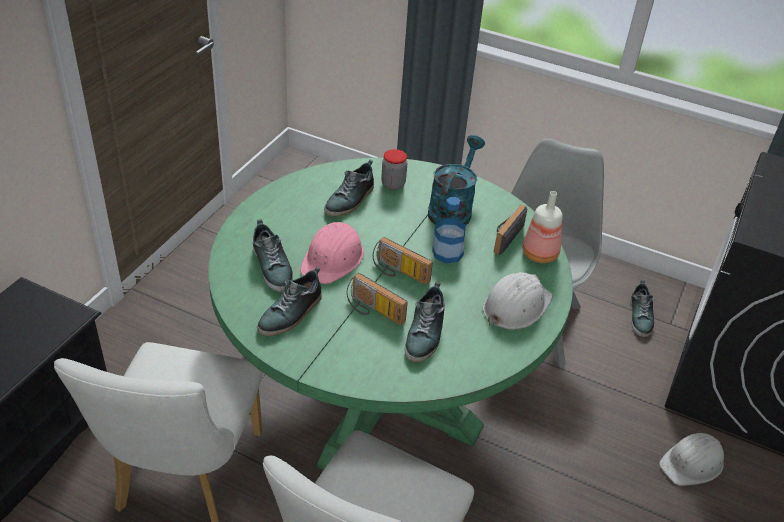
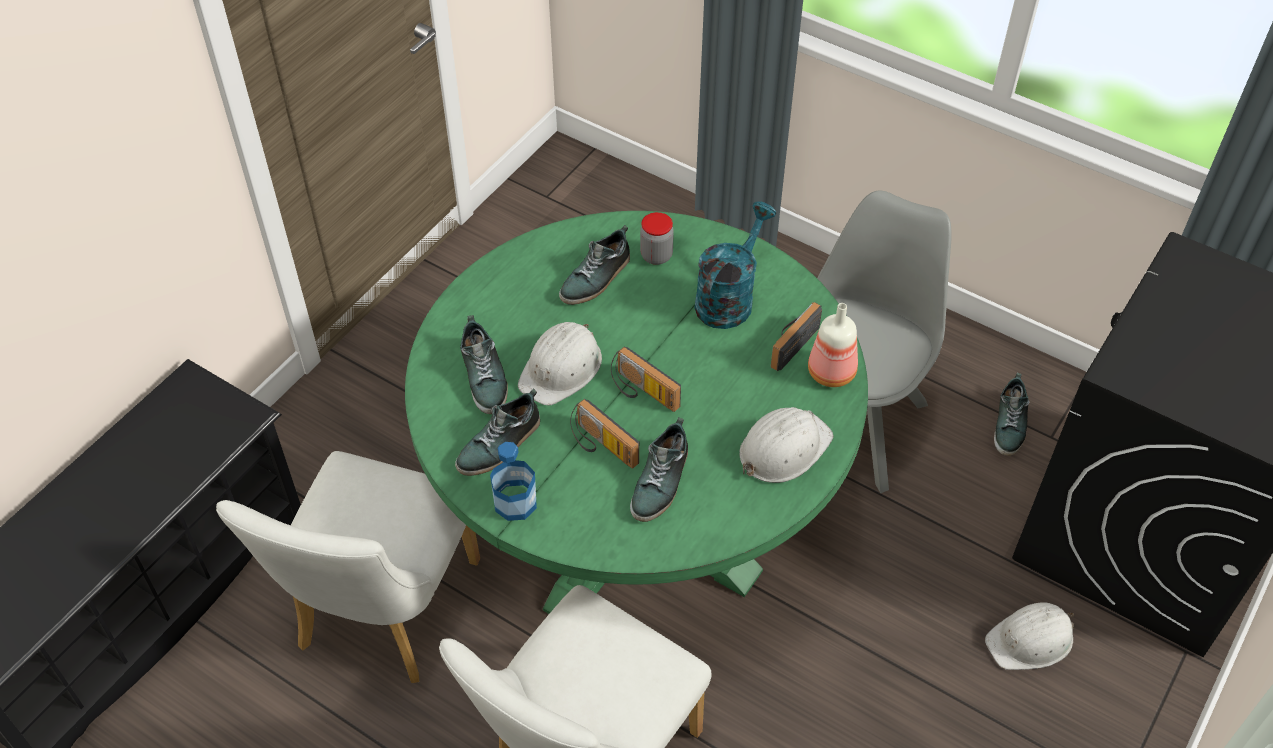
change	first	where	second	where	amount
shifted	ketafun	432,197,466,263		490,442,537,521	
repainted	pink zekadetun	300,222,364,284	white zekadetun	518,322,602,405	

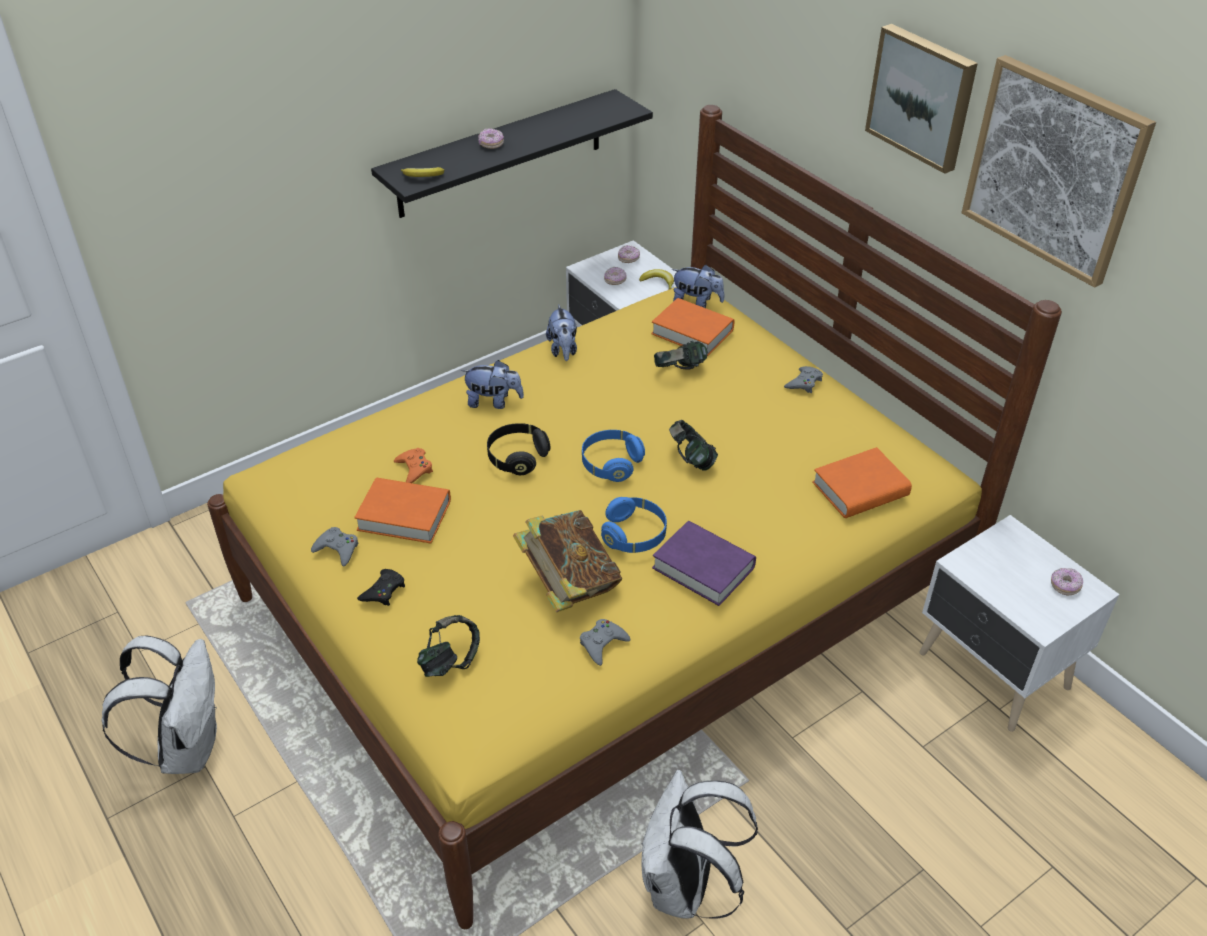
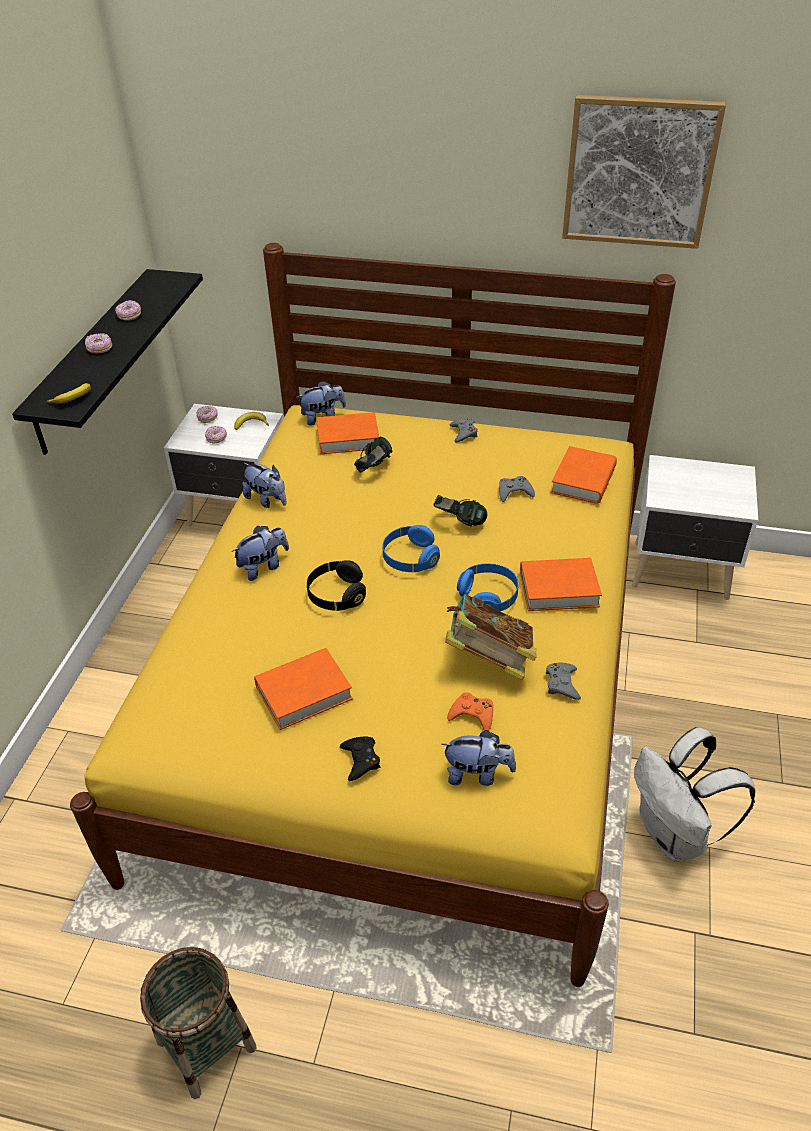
change	first	where	second	where	amount
gone	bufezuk	865,24,978,174			
shifted	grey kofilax	311,527,358,567		499,476,535,502	
shifted	orange kofilax	394,448,433,483		447,692,493,731	
shifted	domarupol	1051,568,1083,595		115,300,141,321	
swapped	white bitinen	101,635,217,774	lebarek	140,947,257,1099	
swapped	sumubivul	417,615,480,677	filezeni	441,730,516,786	
repainted	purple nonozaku	652,521,756,606	orange nonozaku	520,558,602,611	

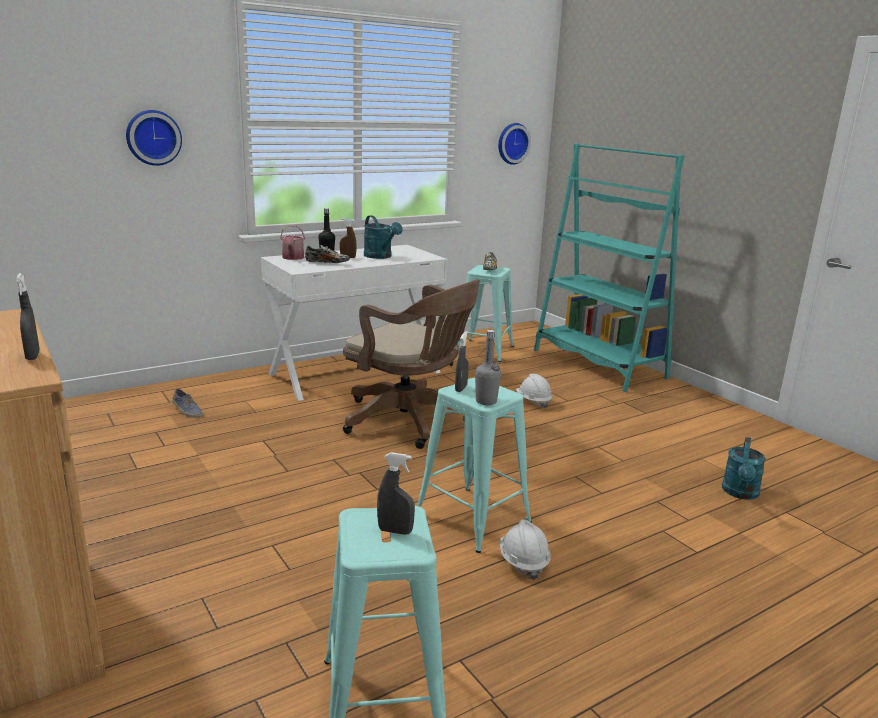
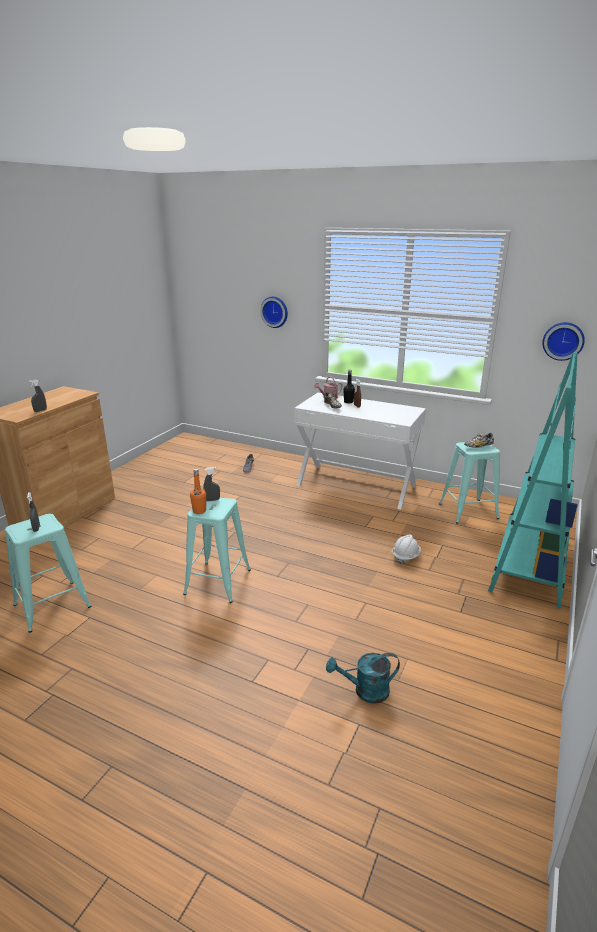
change	first	where	second	where	amount
gone	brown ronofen	343,280,480,449			
gone	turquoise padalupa	364,215,403,259			
gone	white zekadetun	500,519,551,580			
repainted	grey ketafun	475,330,501,405	orange ketafun	190,469,206,514	

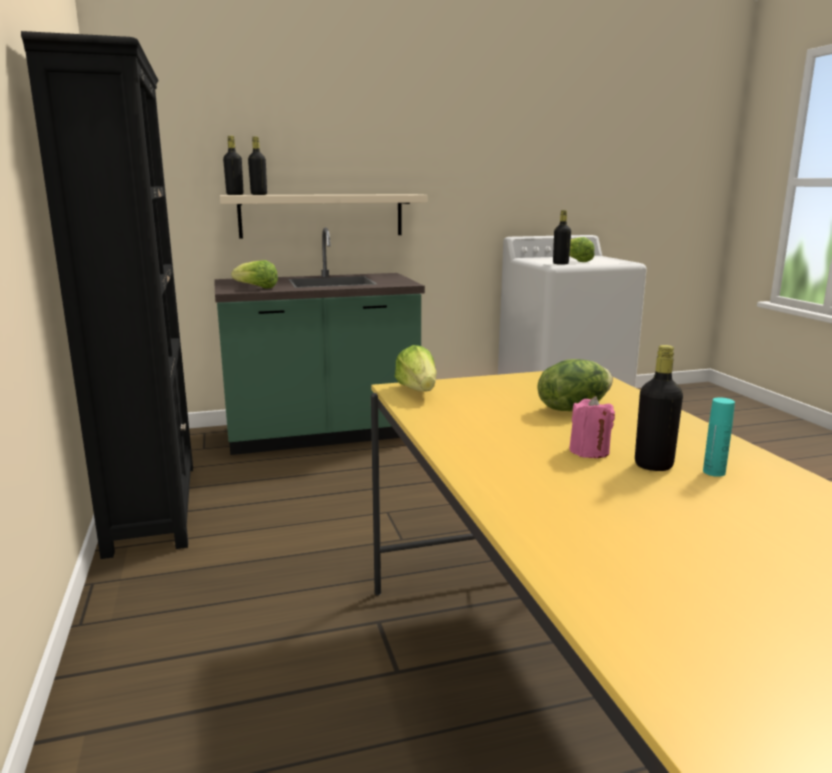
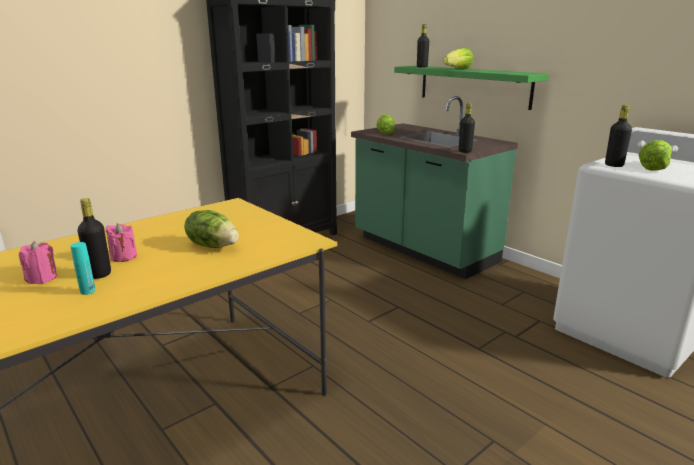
change	first	where	second	where	amount
new			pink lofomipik	19,241,57,284	
shifted	black ketafun	223,136,244,195		459,103,475,153	
shifted	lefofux	395,345,437,392		443,48,473,69	
repainted	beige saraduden	220,194,427,239	green saraduden	394,66,549,110	

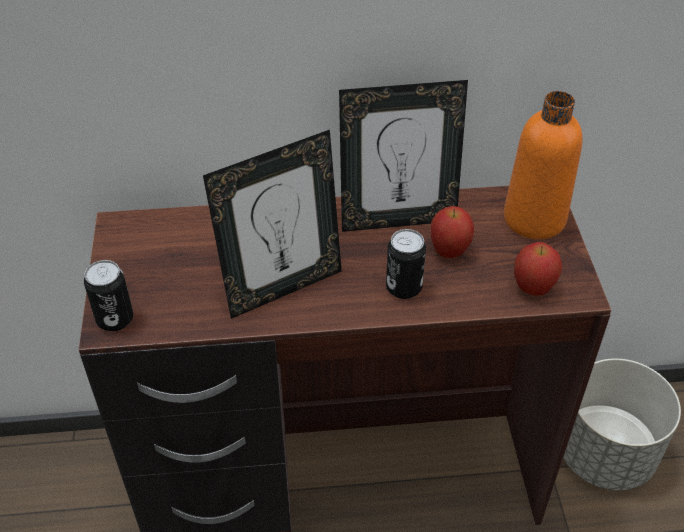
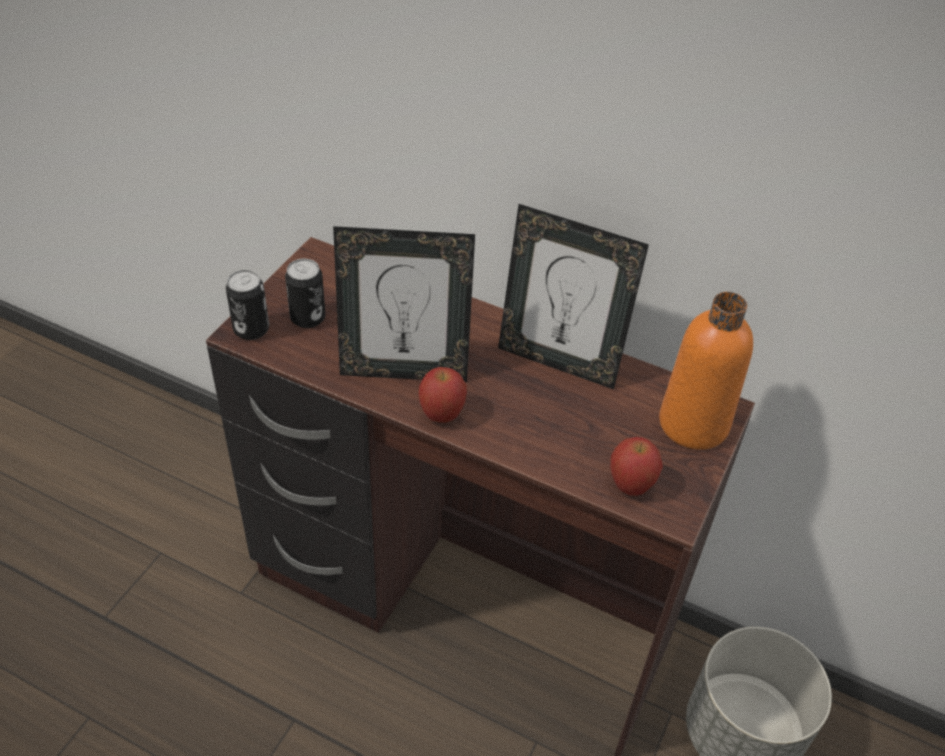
change	first	where	second	where	amount
shifted	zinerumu	386,229,426,299		285,259,326,328	
shifted	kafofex	431,206,474,258		419,367,467,422	

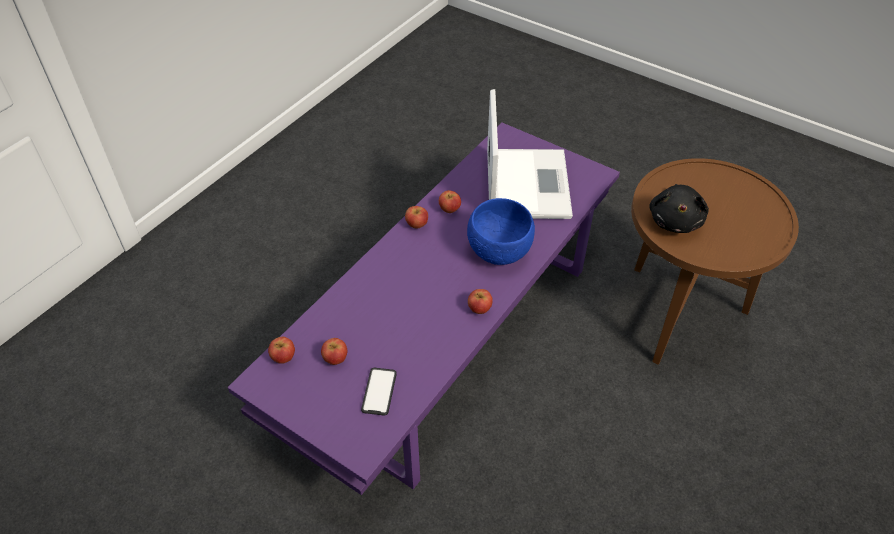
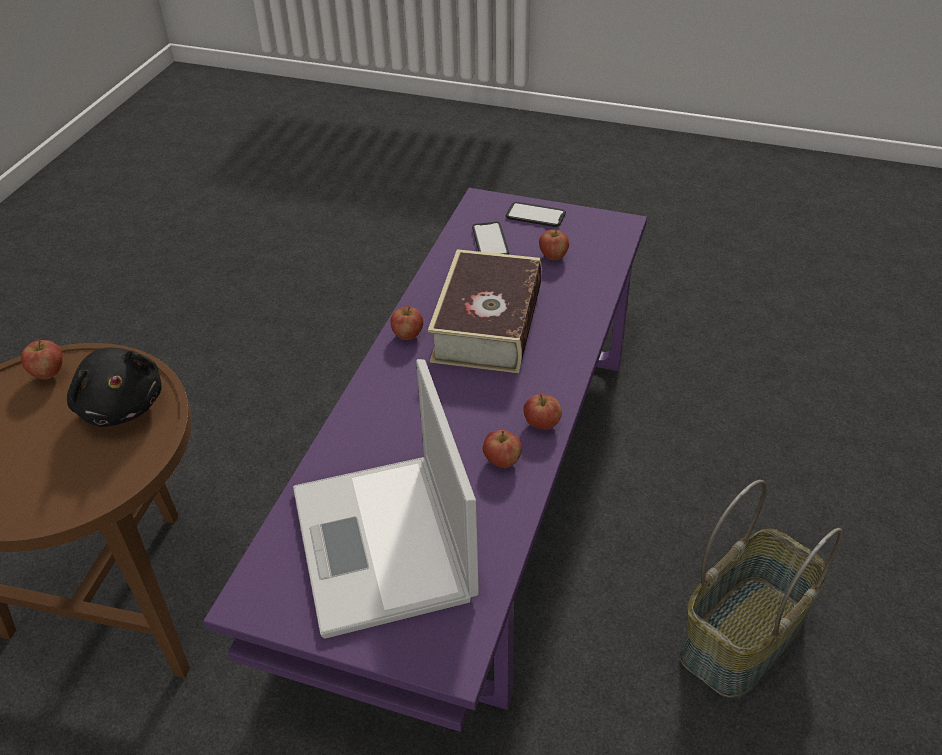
change	first	where	second	where	amount
gone	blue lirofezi	467,198,535,265			
new			nonozaku	428,249,542,373	
new			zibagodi	506,202,566,227	
new			lebarek	679,480,843,698	
shifted	kafofex	268,337,295,364		21,339,63,379	
rotated	black filezeni	649,184,709,233		67,347,162,427	150 degrees clockwise

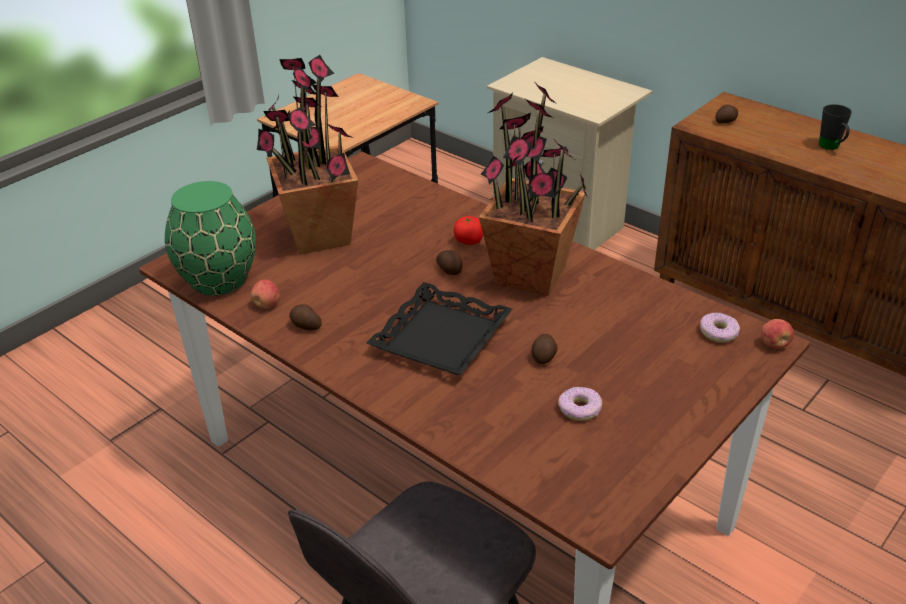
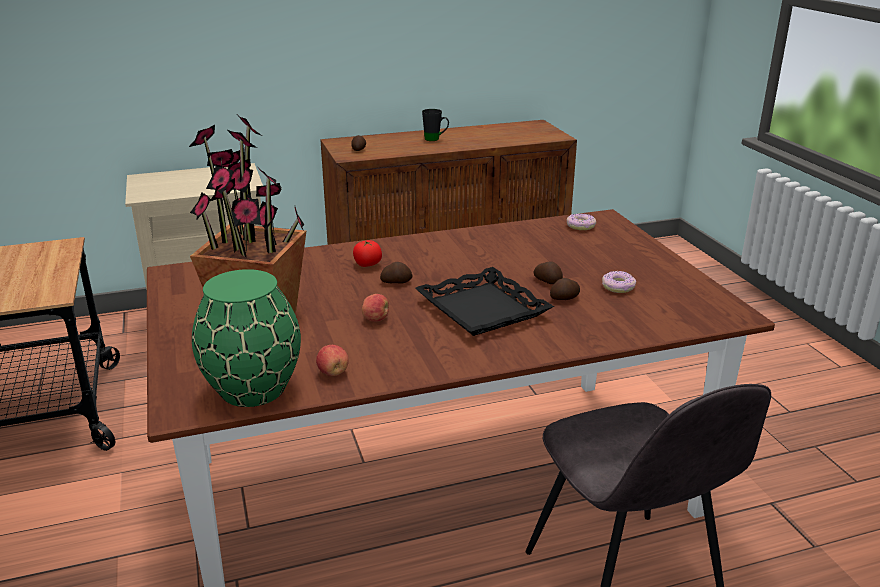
change	first	where	second	where	amount
gone	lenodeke	479,81,588,296			
shifted	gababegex	289,304,322,331		550,278,580,300	
shifted	kafofex	761,319,794,349		362,294,389,321	

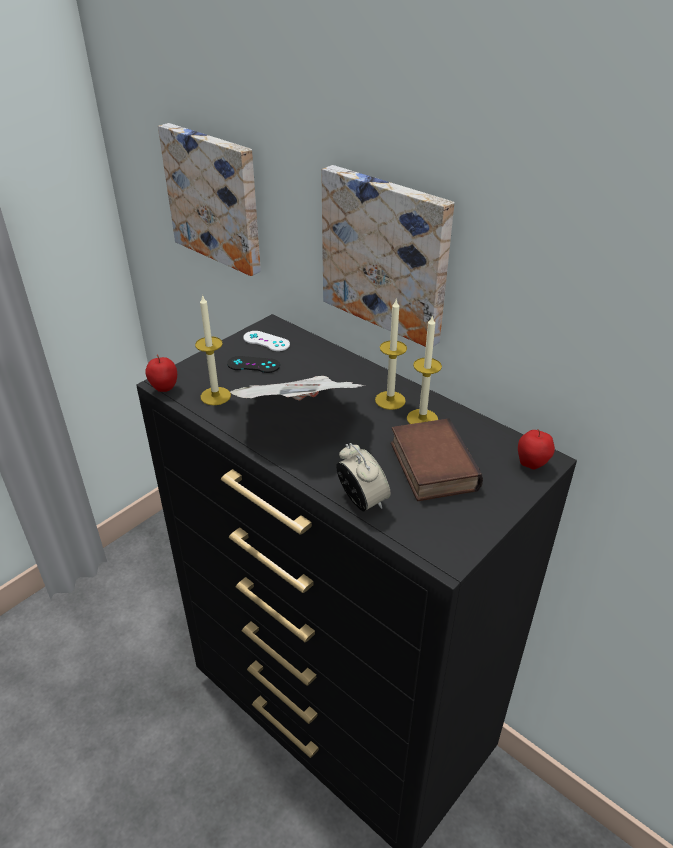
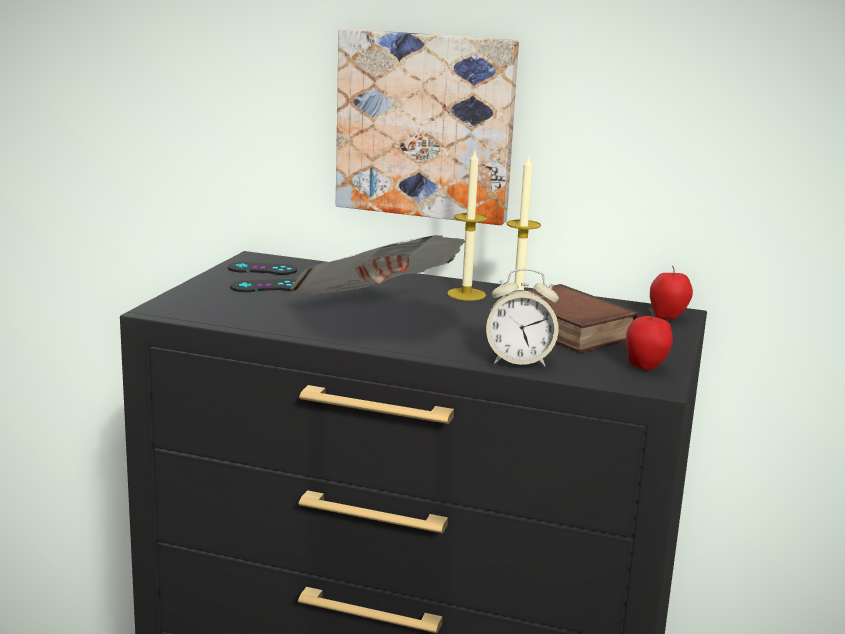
change	first	where	second	where	amount
gone	bufezuk	158,123,261,276			
gone	lofomipik	195,294,231,405			
shifted	kafofex	145,355,177,392		626,308,673,370	
repainted	white kofilax	243,331,290,351	black kofilax	228,262,297,275	
rotated	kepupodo	336,443,391,511		486,269,559,367	150 degrees clockwise

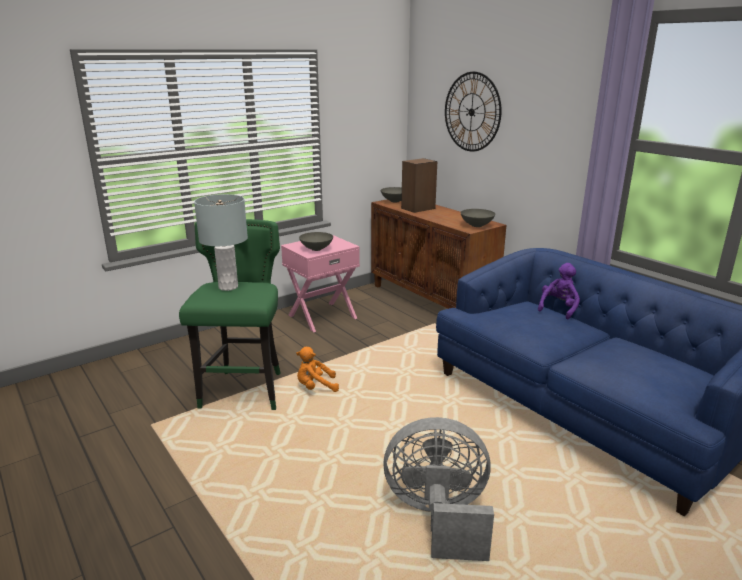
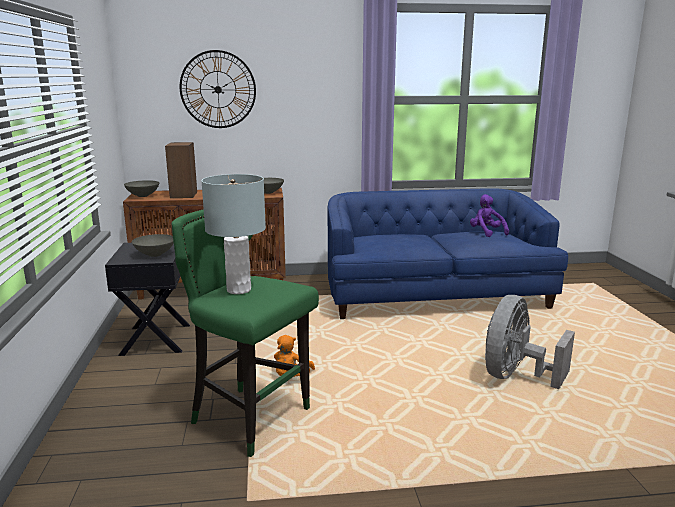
change	first	where	second	where	amount
shifted	purple filezeni	538,263,580,319		470,194,509,237	
repainted	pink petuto	281,235,360,332	black petuto	105,243,190,356	

